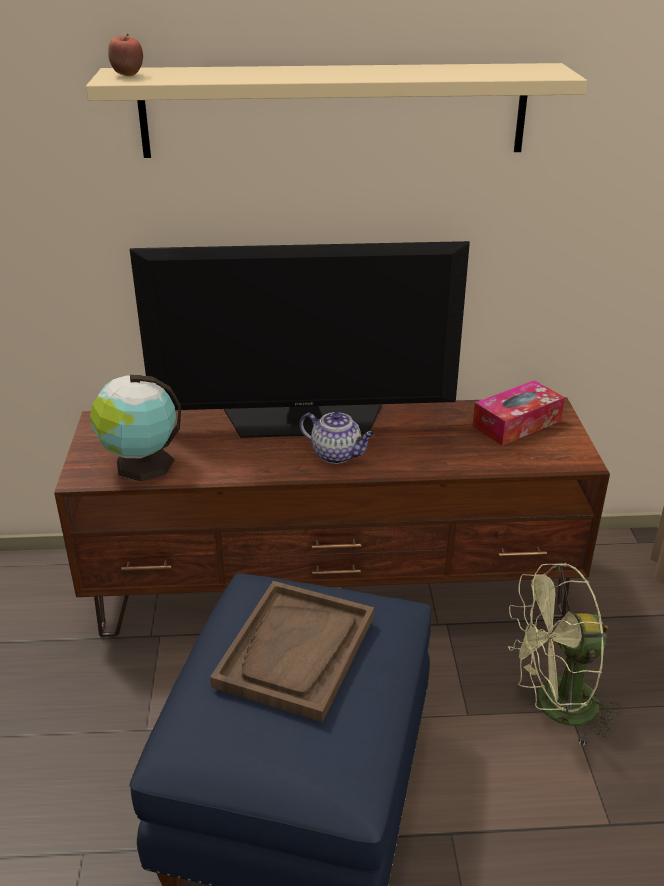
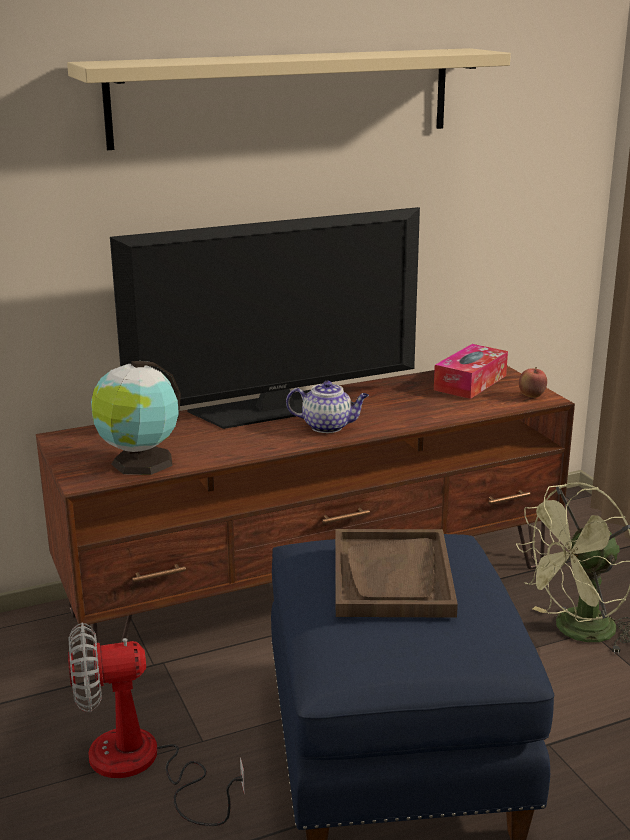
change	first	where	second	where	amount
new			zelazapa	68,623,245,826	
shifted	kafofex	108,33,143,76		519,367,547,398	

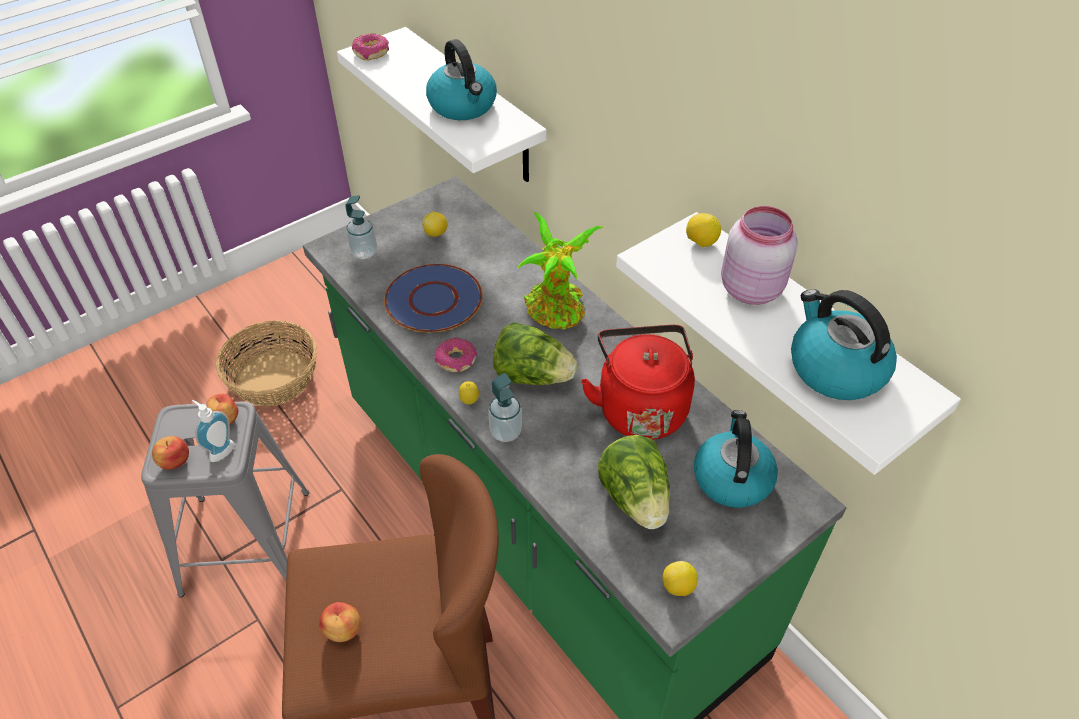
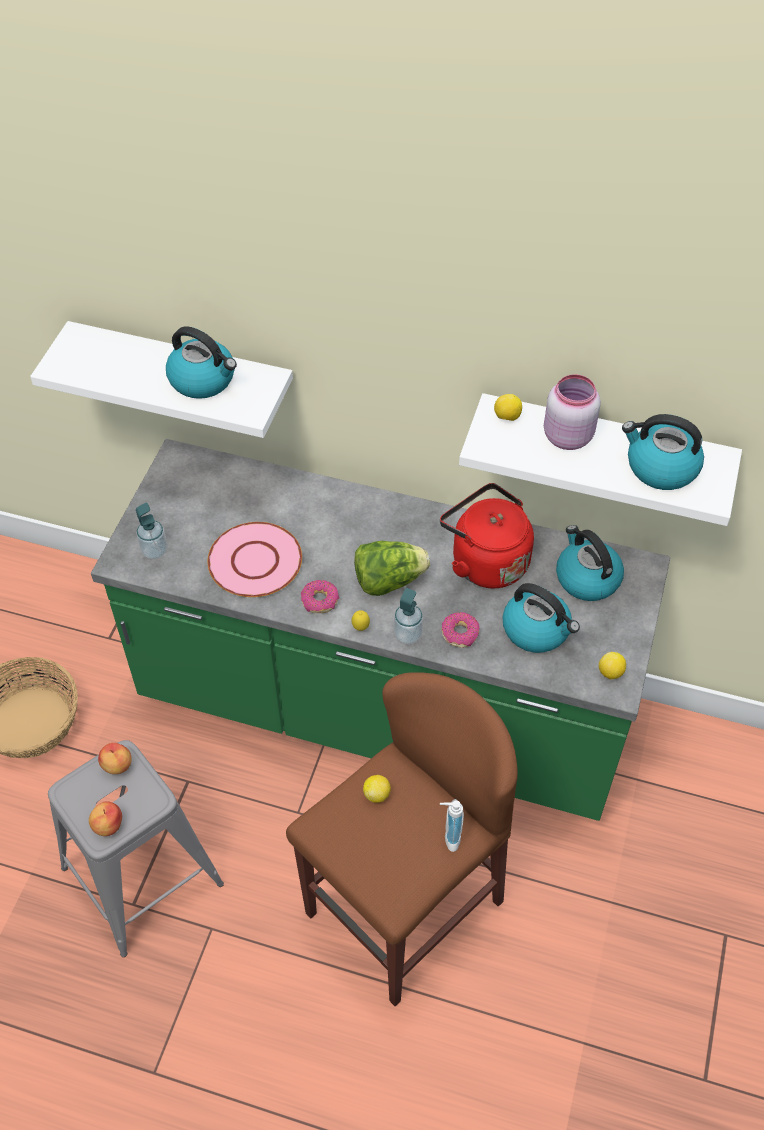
change	first	where	second	where	amount
gone	kafofex	319,602,361,642			
gone	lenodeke	517,212,603,329			
shifted	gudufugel	192,400,235,462		440,799,464,852	
shifted	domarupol	352,33,389,60		442,612,480,648	
shifted	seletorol	422,212,447,237		363,775,391,803	
swapped	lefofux	598,435,670,529	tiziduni	502,583,580,653	
repainted	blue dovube	384,264,483,333	pink dovube	208,522,302,597	

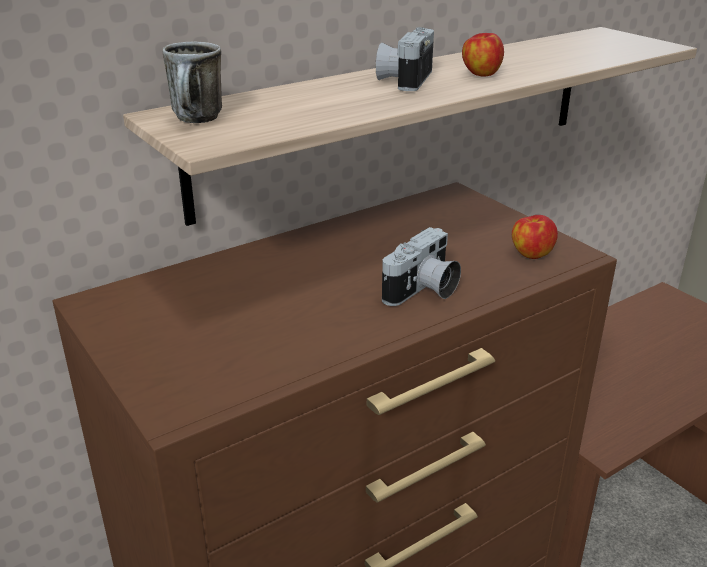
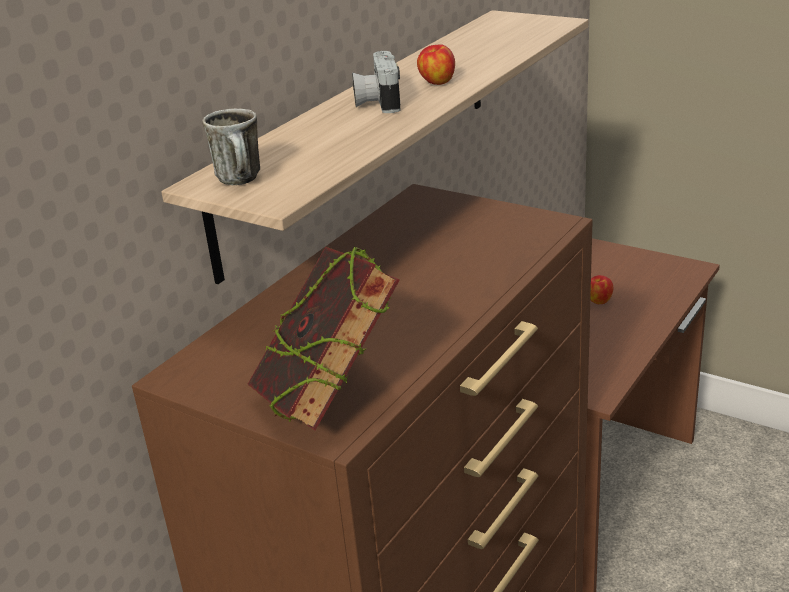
change	first	where	second	where	amount
gone	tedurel	382,227,461,306			
new			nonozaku	248,247,400,431	
shifted	kafofex	512,215,558,259		590,275,613,304	

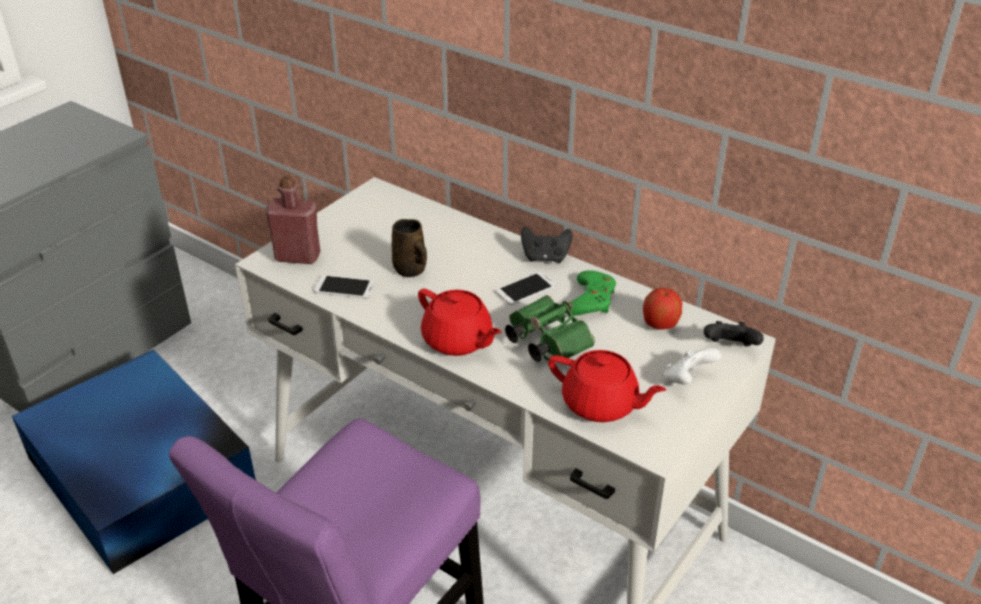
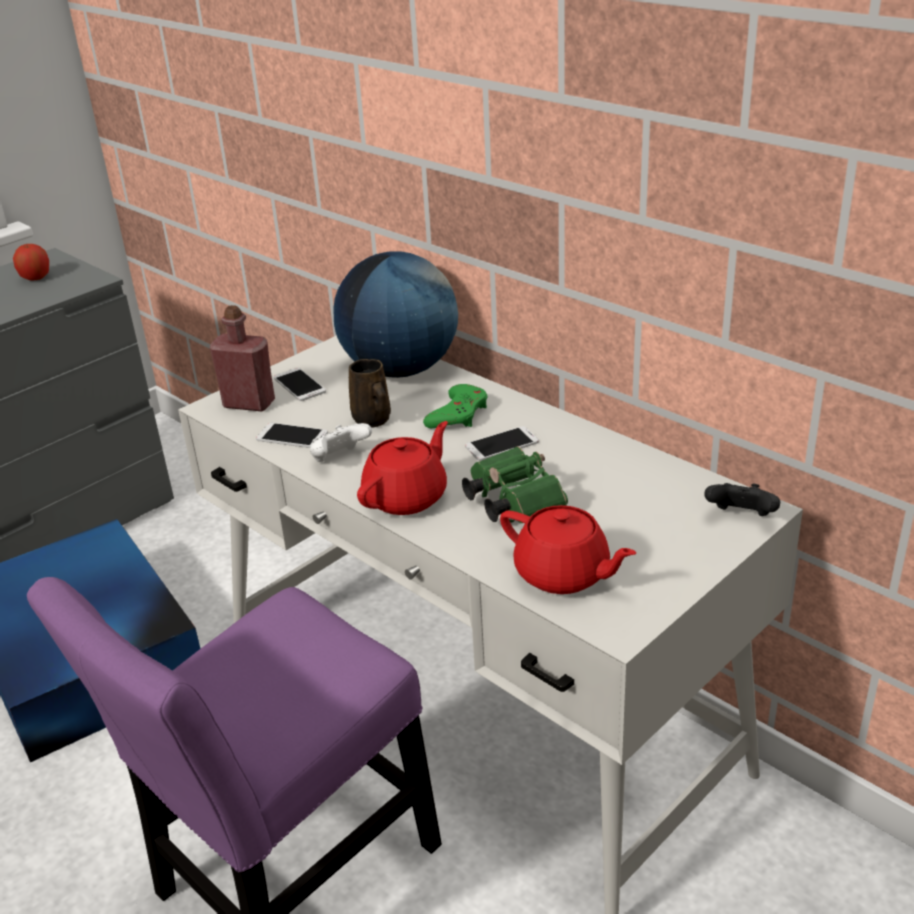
change	first	where	second	where	amount
gone	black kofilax	521,227,573,263			
new			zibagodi	273,368,326,401	
new			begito	334,251,458,378	
shifted	green kofilax	571,270,616,316		423,384,487,428	
shifted	kafofex	643,288,682,330		13,244,49,280	
shifted	white kofilax	664,348,721,385		310,423,372,462	
rotated	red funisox	418,289,502,356		357,421,448,515	105 degrees counterclockwise

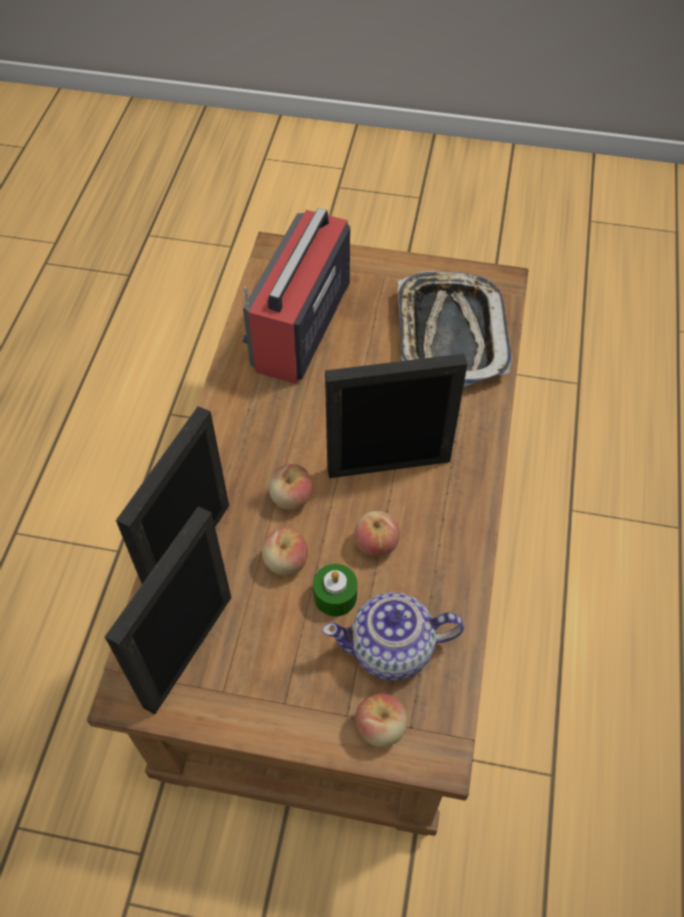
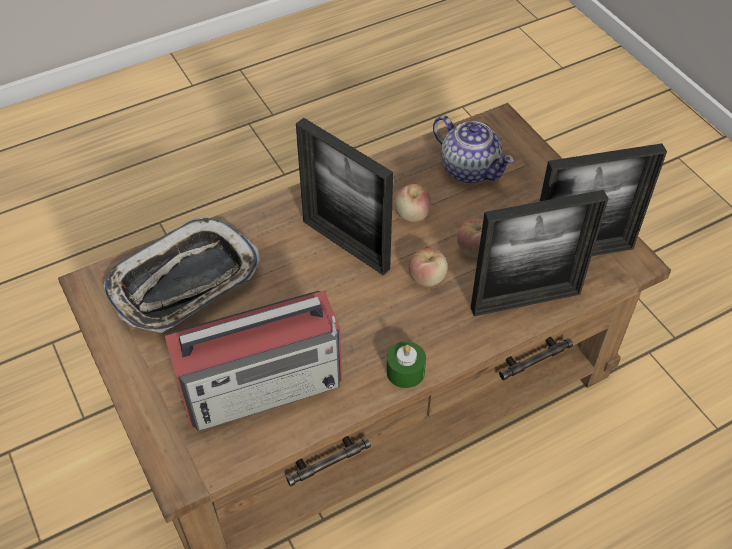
change	first	where	second	where	amount
gone	kafofex	355,693,407,747			
shifted	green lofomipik	313,564,358,616		386,341,426,388	

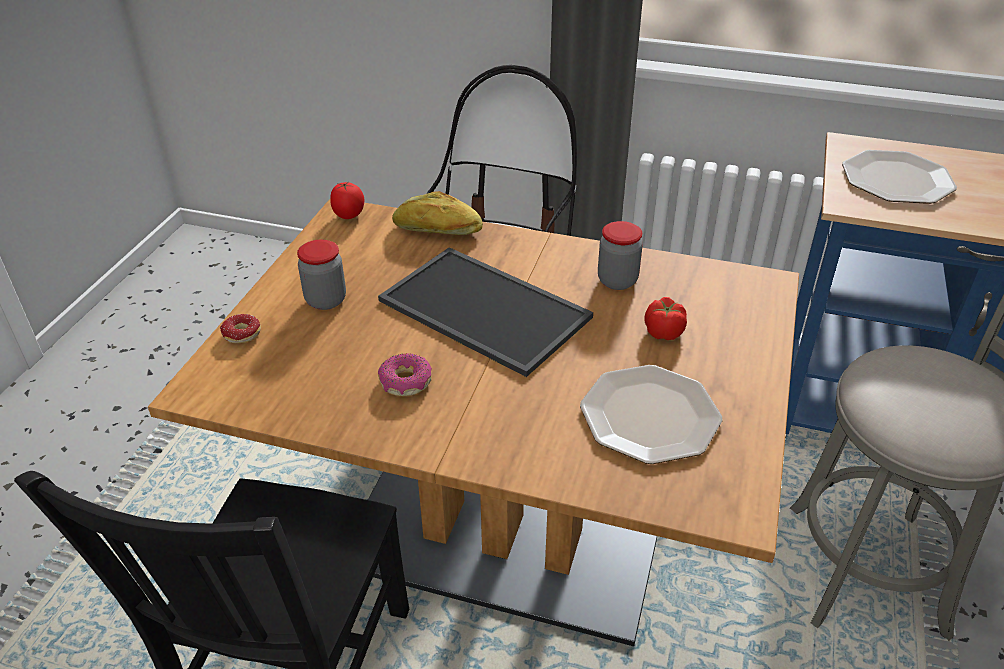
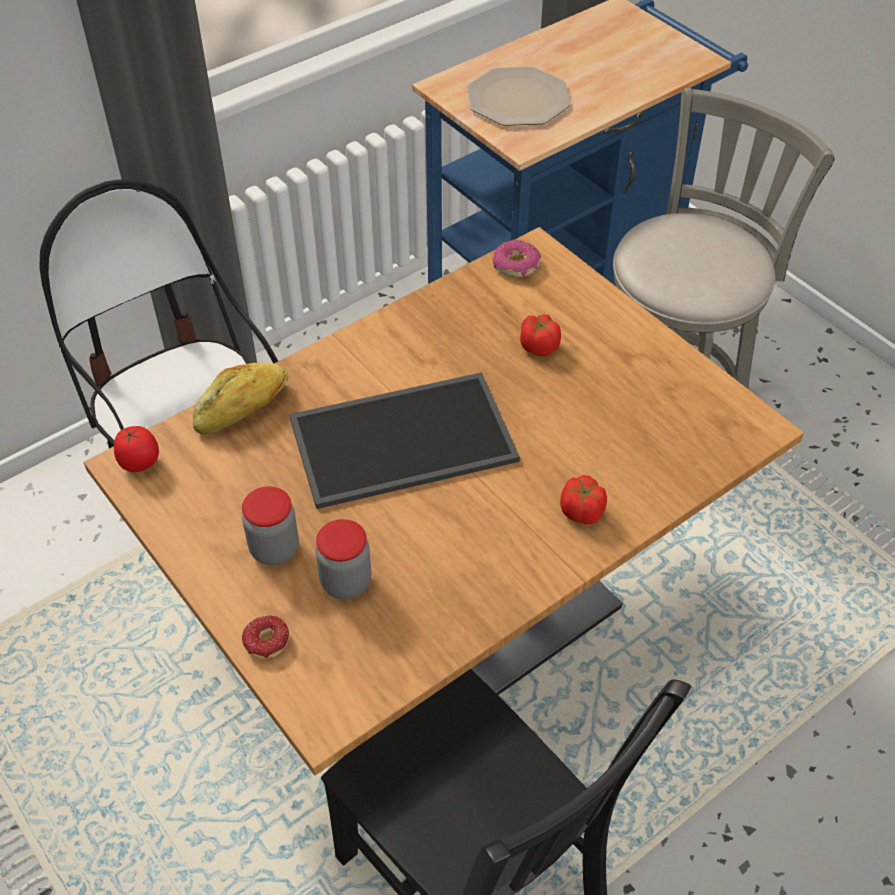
change	first	where	second	where	amount
gone	dovube	580,365,723,464			
new			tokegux	560,475,607,525	
shifted	domarupol	378,353,432,397		493,240,541,277	
shifted	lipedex	598,221,643,290		316,519,371,599	

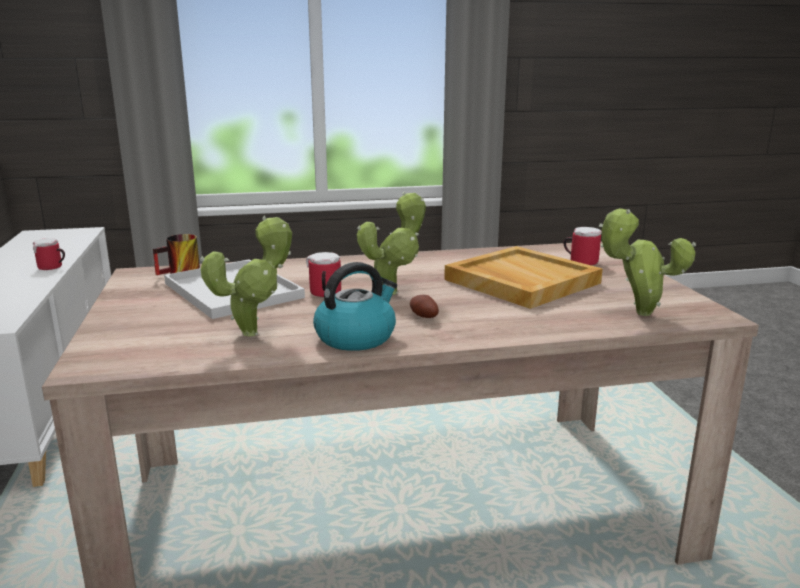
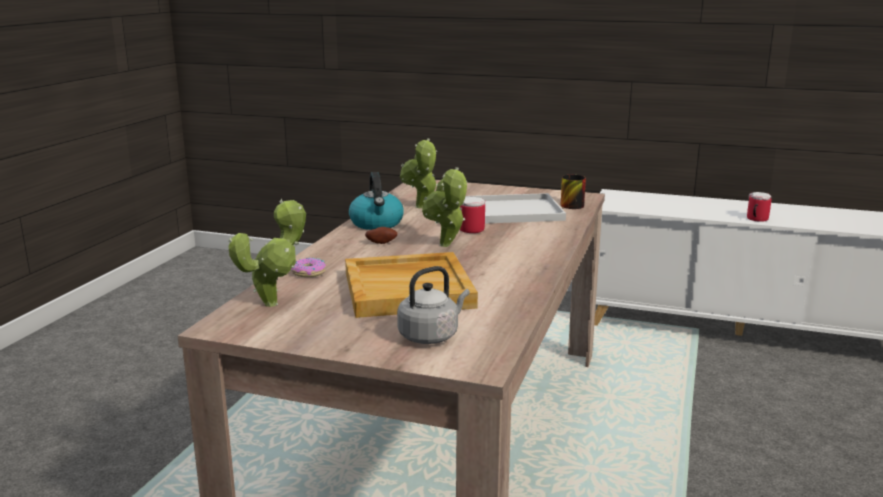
change	first	where	second	where	amount
new			domarupol	291,258,326,277	
swapped	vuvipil	564,227,602,265	grey tiziduni	397,266,470,344	

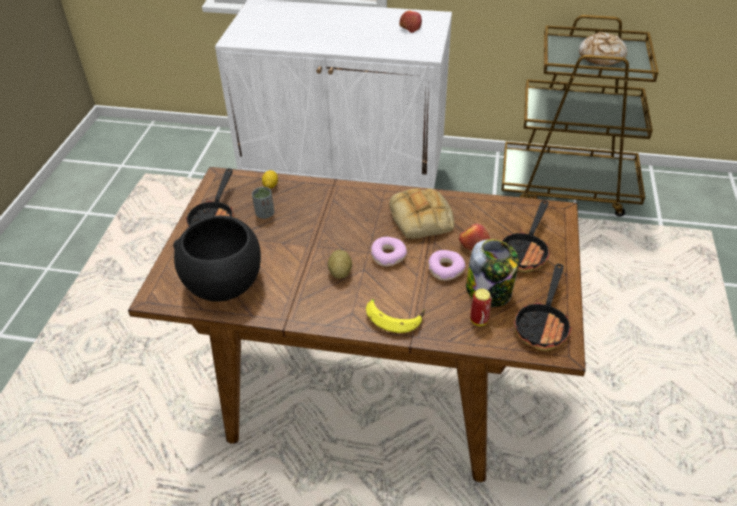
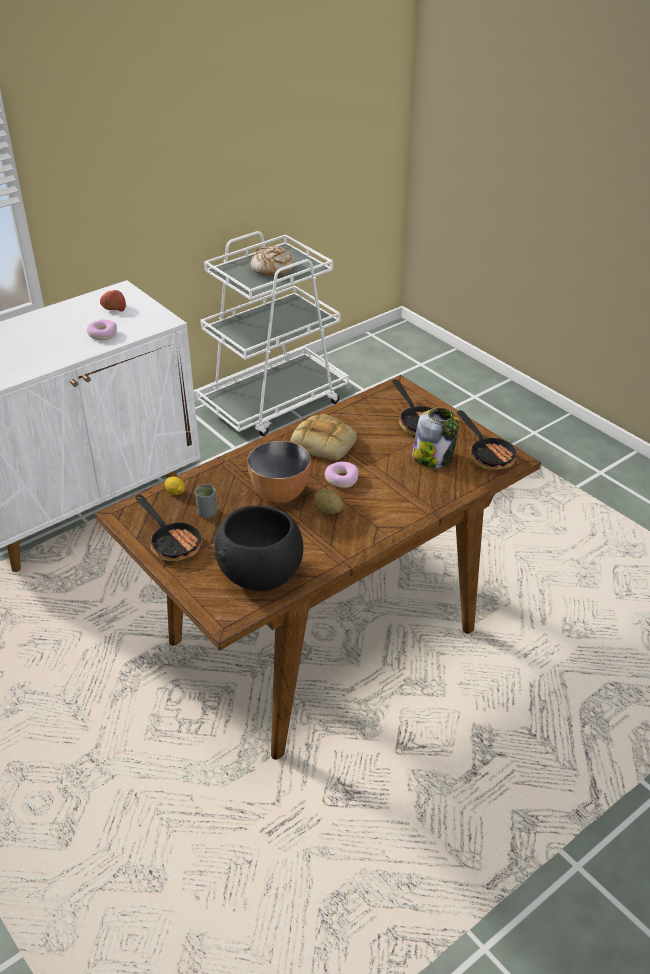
change	first	where	second	where	amount
gone	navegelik	366,299,425,333			
gone	kafofex	459,224,490,251			
gone	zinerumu	470,289,492,326			
new			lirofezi	247,441,310,503	
shifted	domarupol	428,250,466,281		87,320,117,340	
repainted	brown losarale	501,15,659,217	white losarale	196,231,349,436	

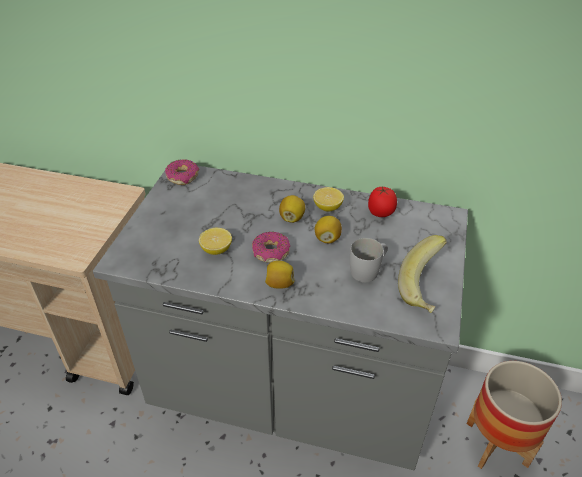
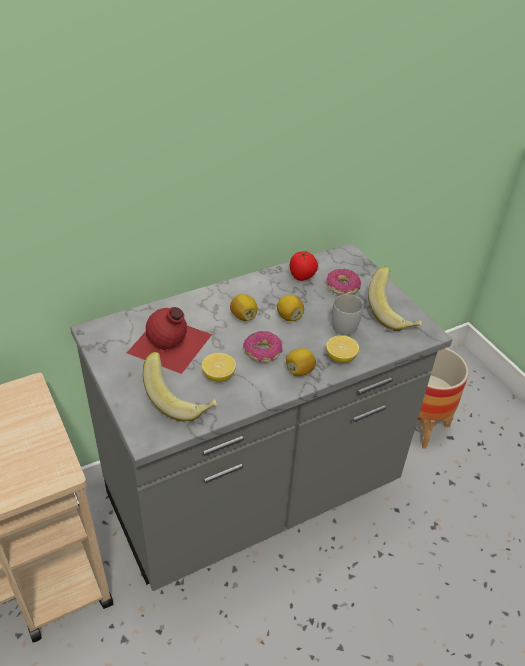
change	first	where	second	where	amount
new			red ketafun	127,307,212,374	
new			navegelik	143,352,218,422	
shifted	domarupol	165,159,199,185		326,269,361,295	
shifted	seletorol	313,187,344,212		326,335,359,363	

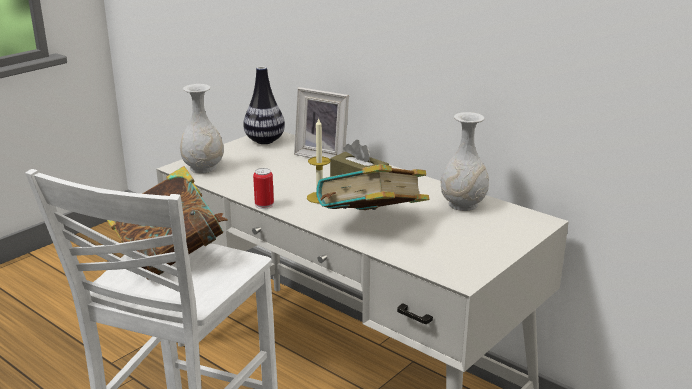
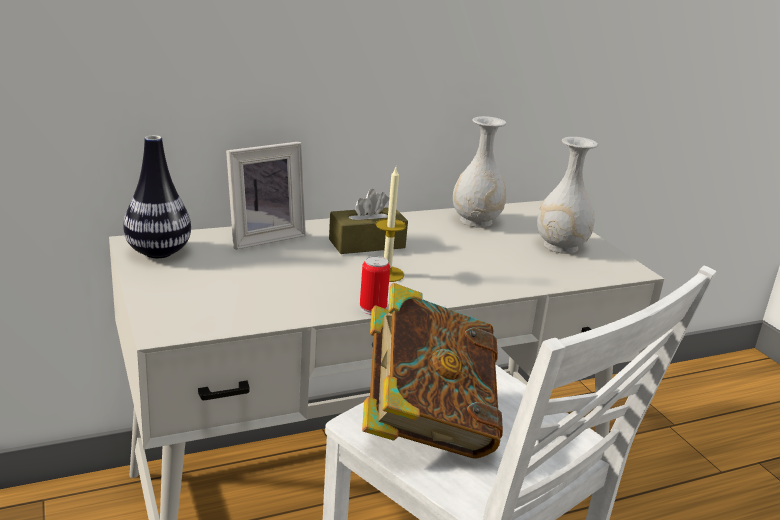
change	first	where	second	where	amount
gone	nonozaku	316,164,429,210			
shifted	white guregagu	180,84,224,173		537,137,598,254	

